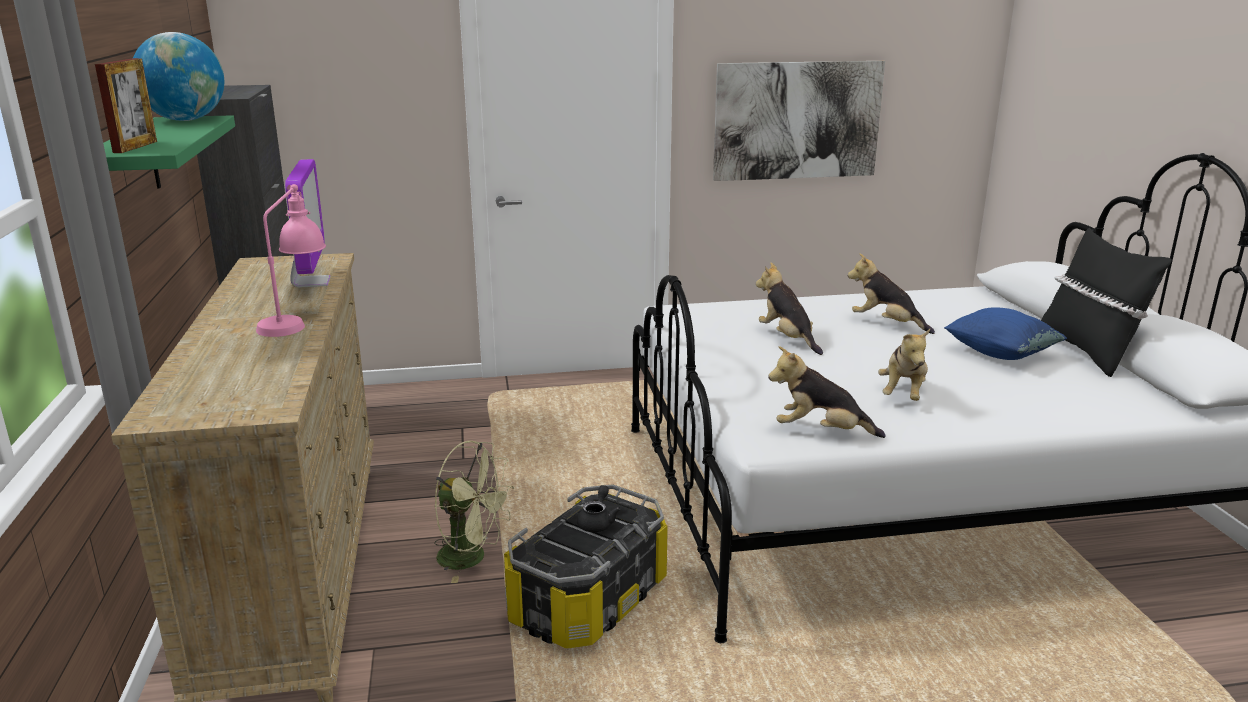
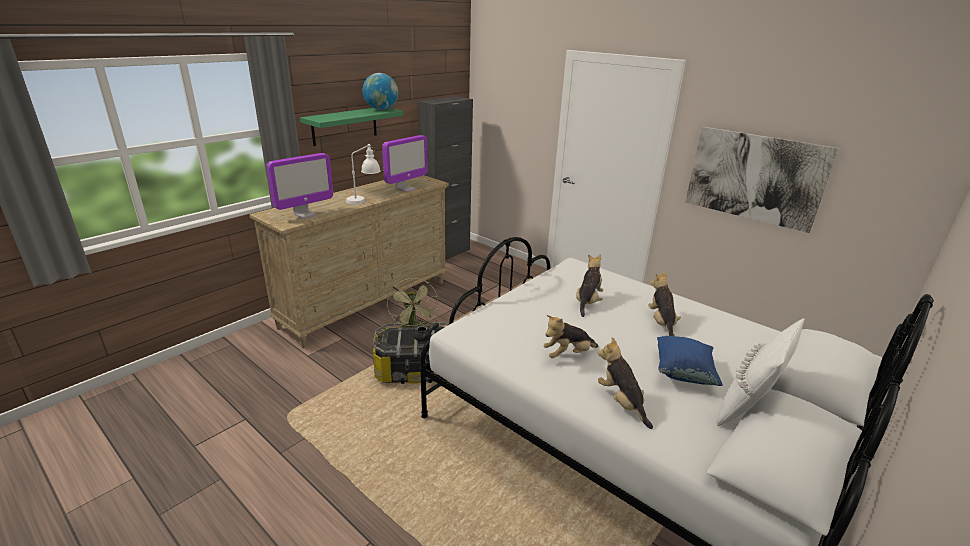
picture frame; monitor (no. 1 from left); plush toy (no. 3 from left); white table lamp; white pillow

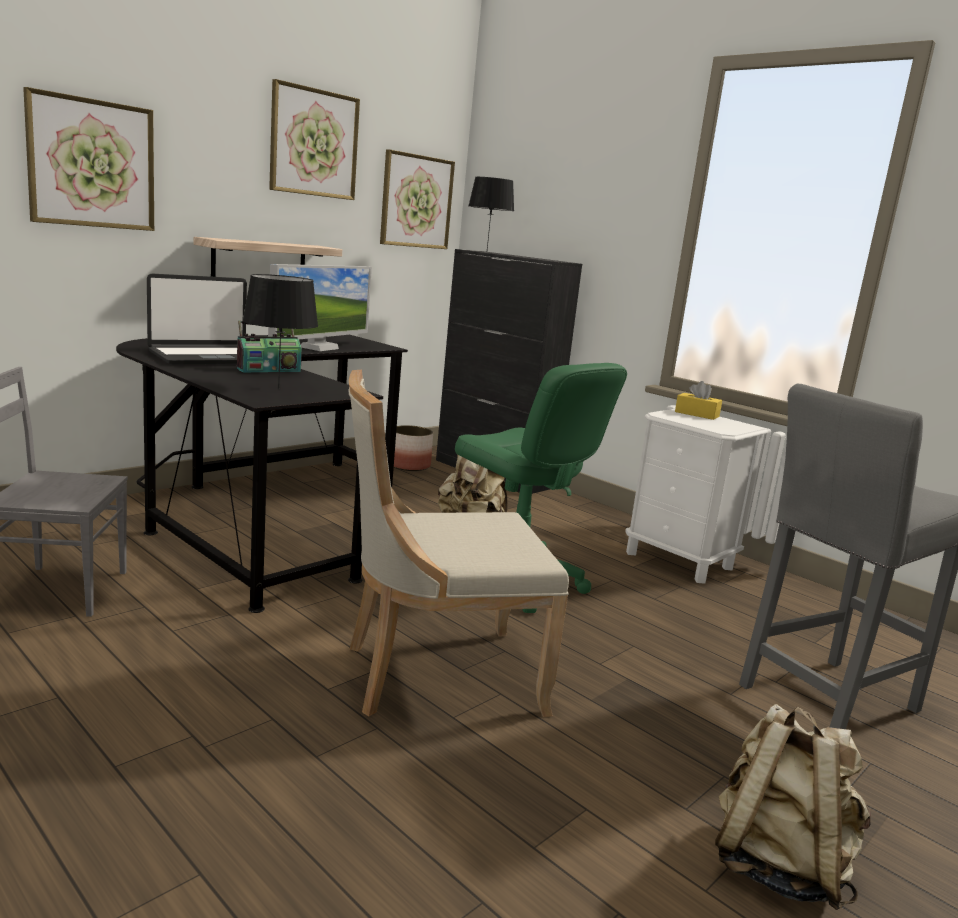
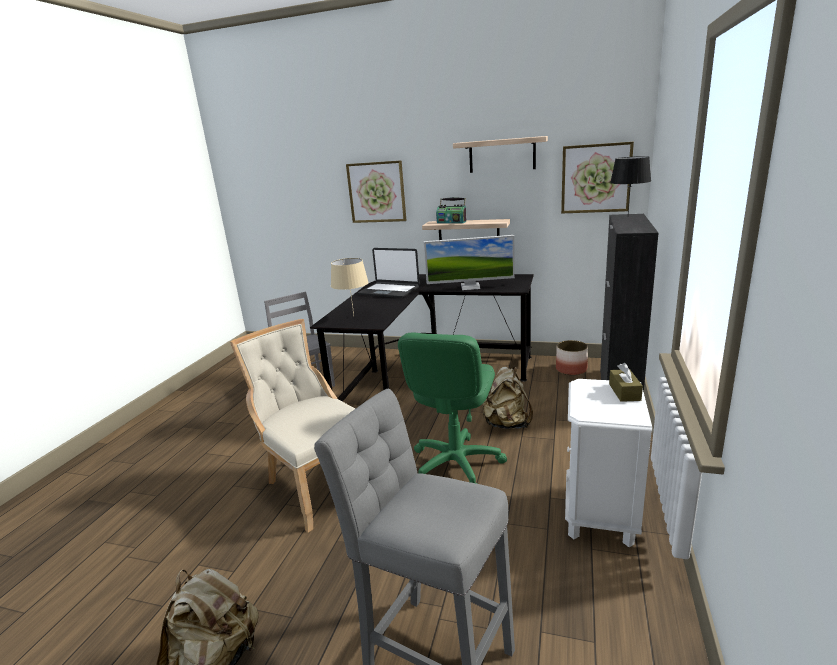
radio; shelf (no. 2 from left); beige table lamp; brown tissue box

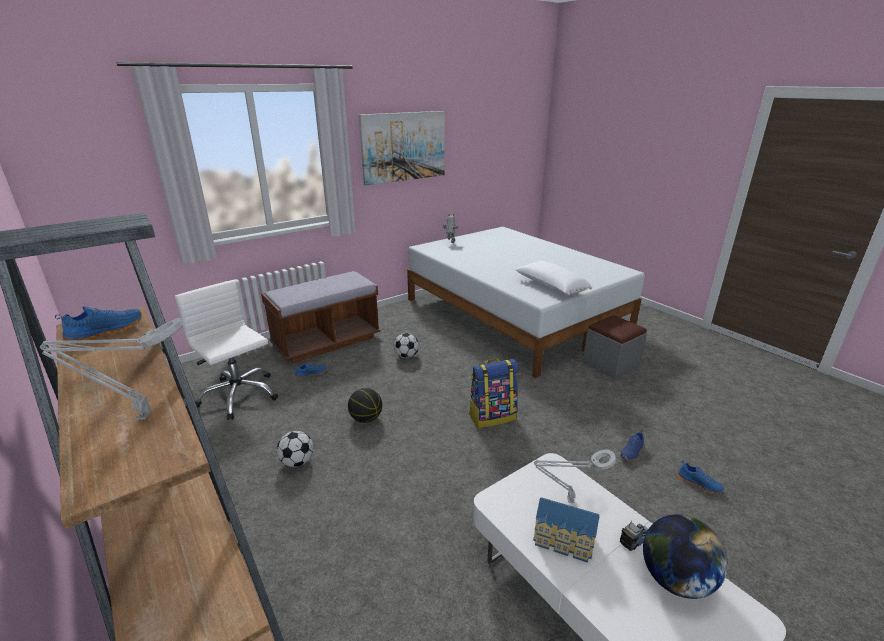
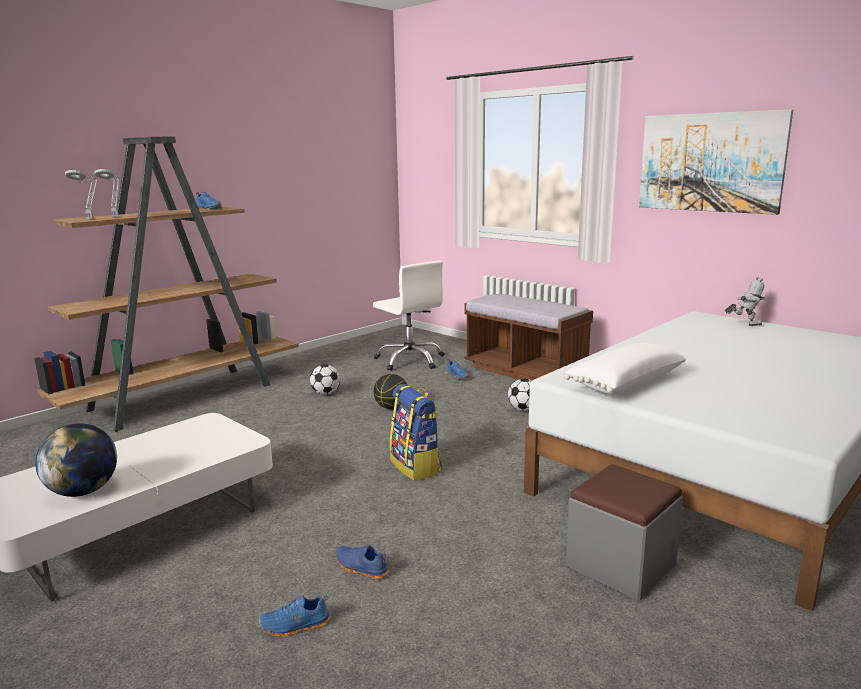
toy house; toy truck; grey table lamp (no. 1 from left); white office chair; blue shoe (no. 2 from left)

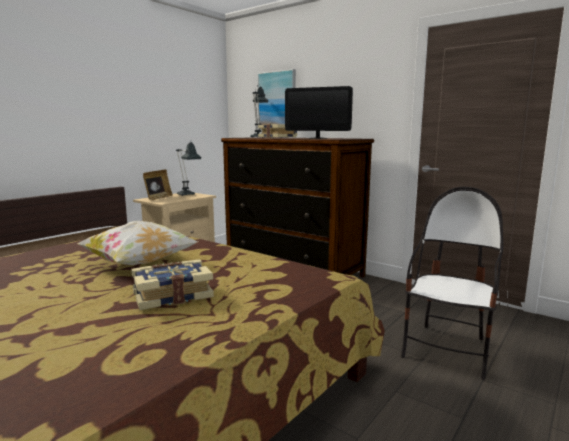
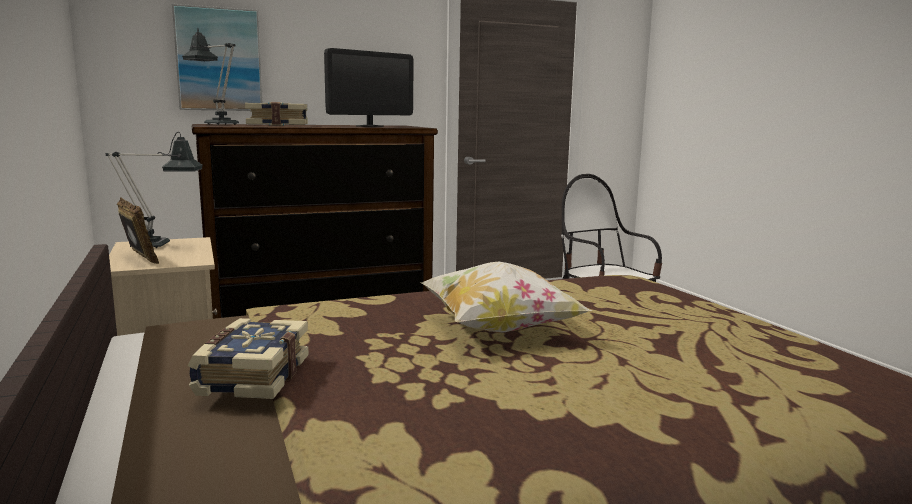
book (no. 1 from left)

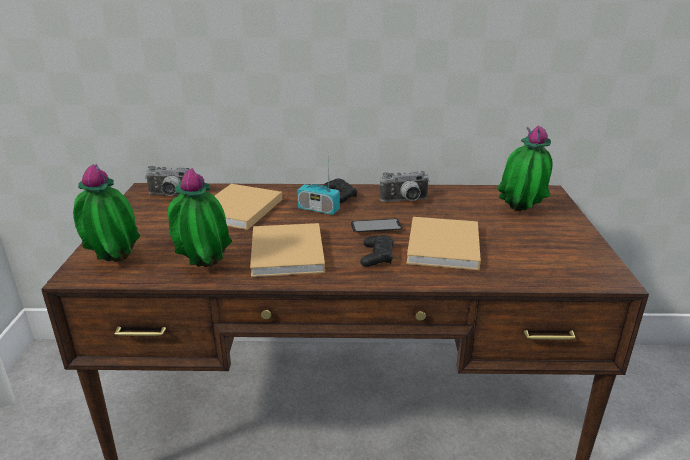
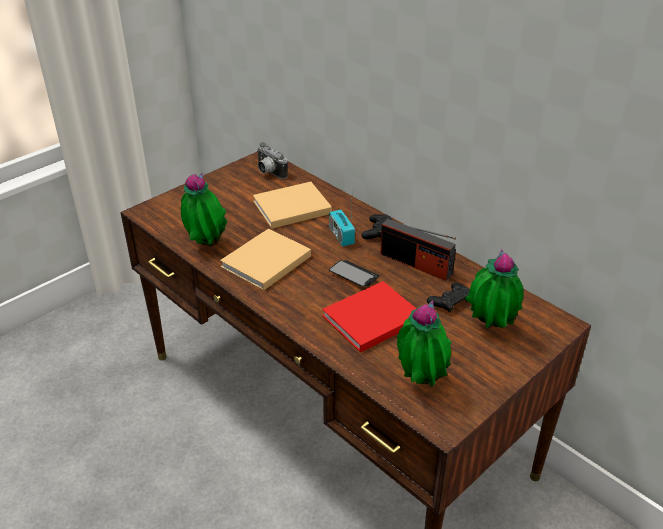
potted plant (no. 2 from left); black game controller (no. 2 from left); radio (no. 2 from left); red book

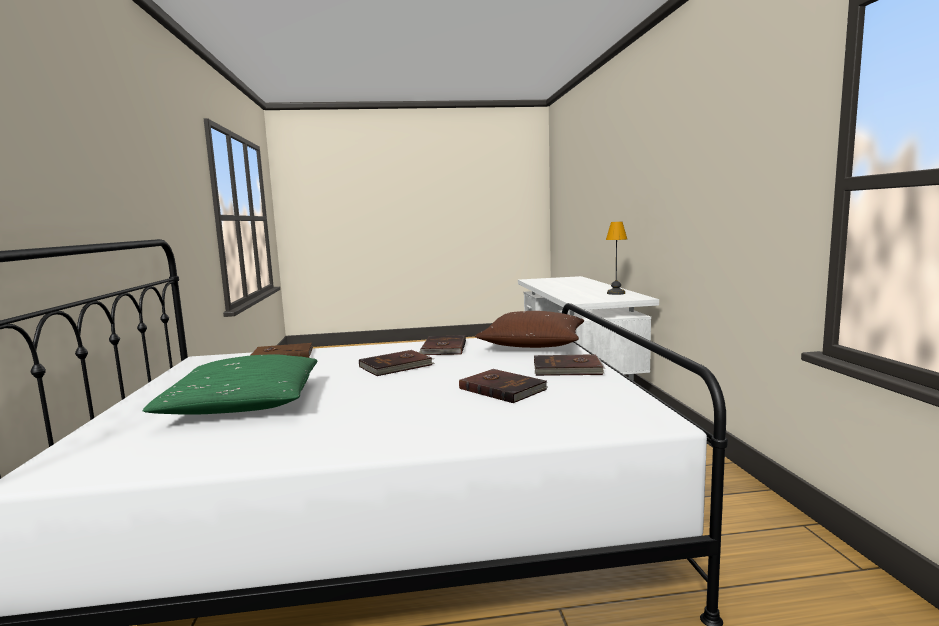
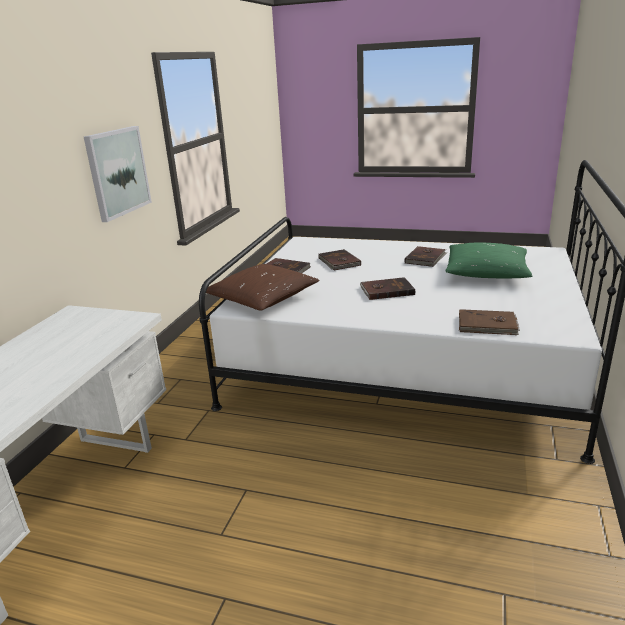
table lamp; picture; brown book (no. 4 from left)

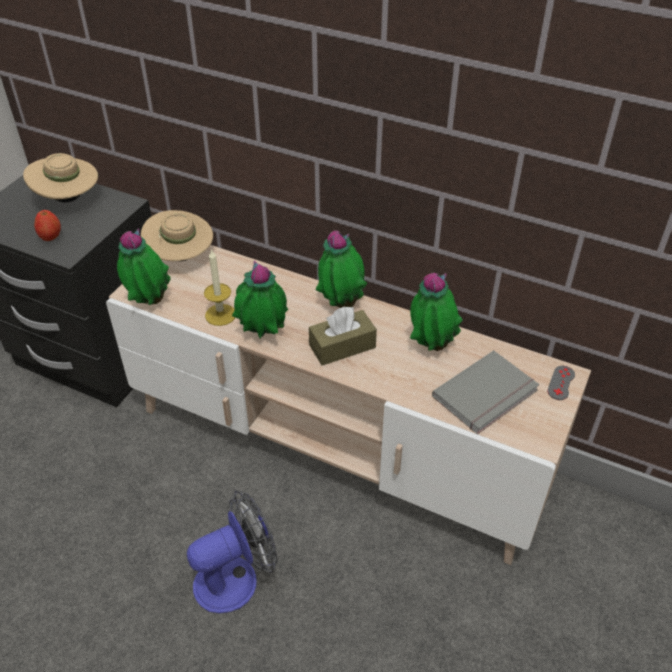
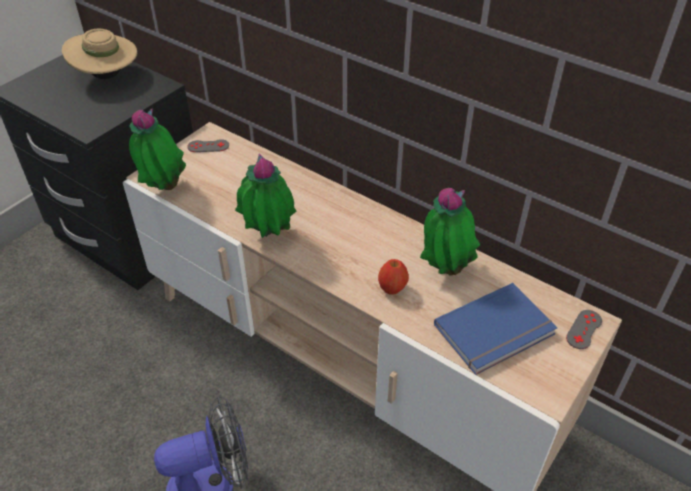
candle; brown tissue box; potted plant (no. 3 from left in the first image); apple; grey game controller (no. 1 from left); blue book

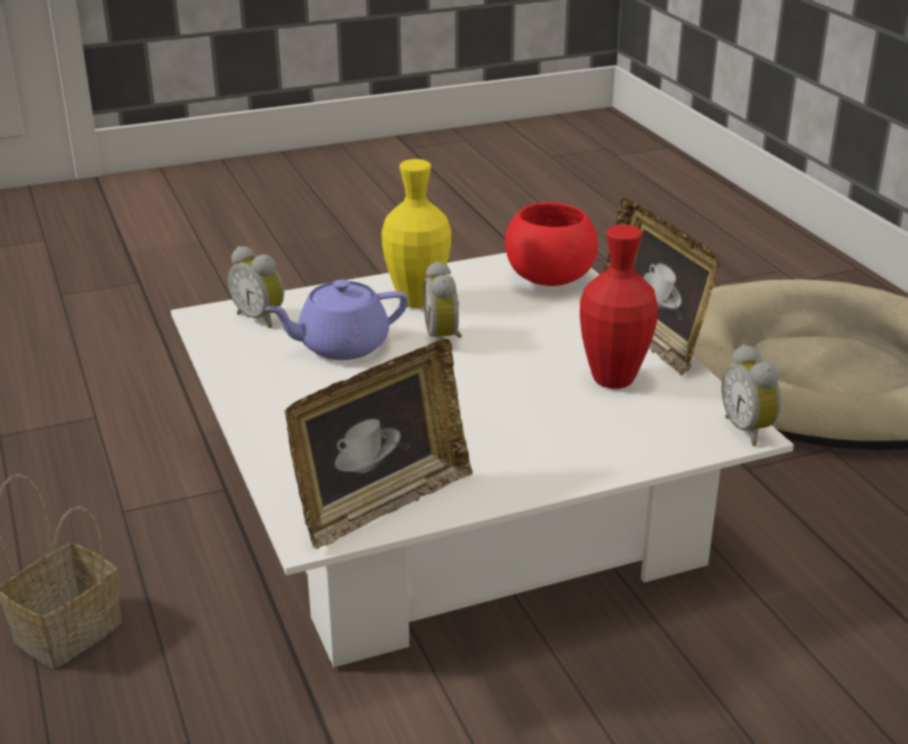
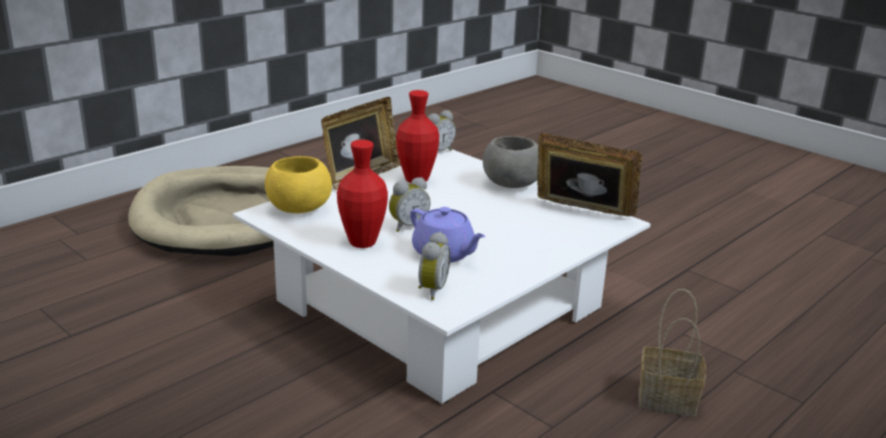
grey bowl; red vase (no. 1 from left); yellow bowl

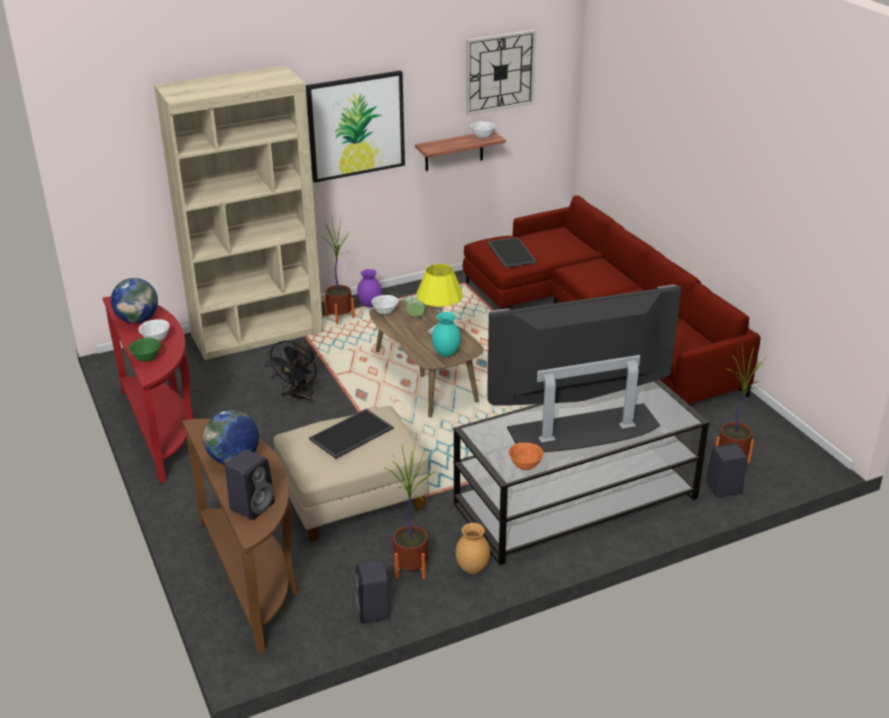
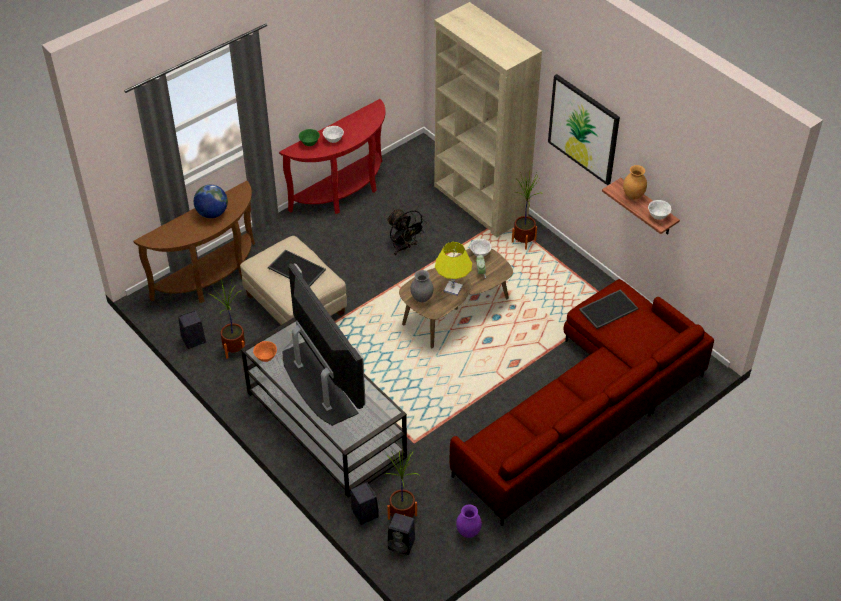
globe (no. 1 from left in the first image); wall clock; black speaker (no. 3 from left); purple vase; brown vase; grey vase; black fan

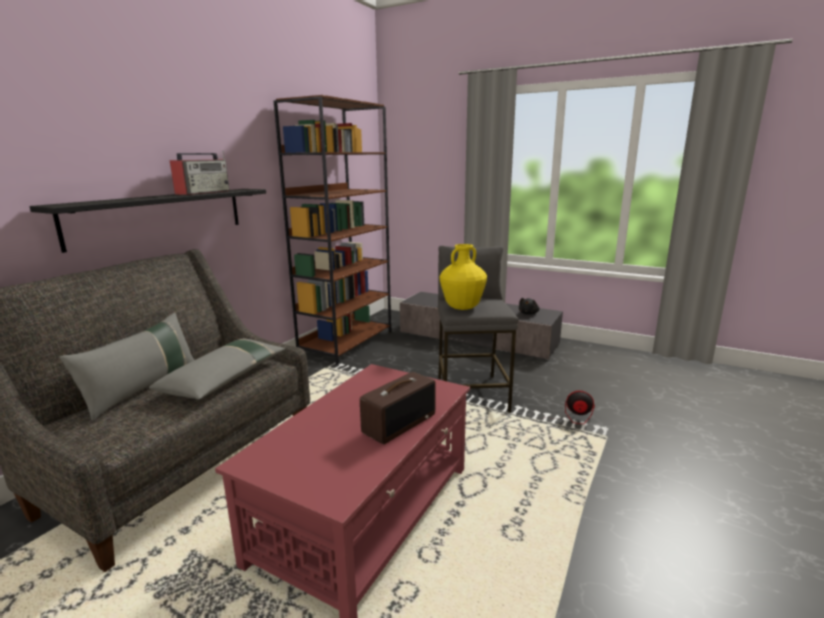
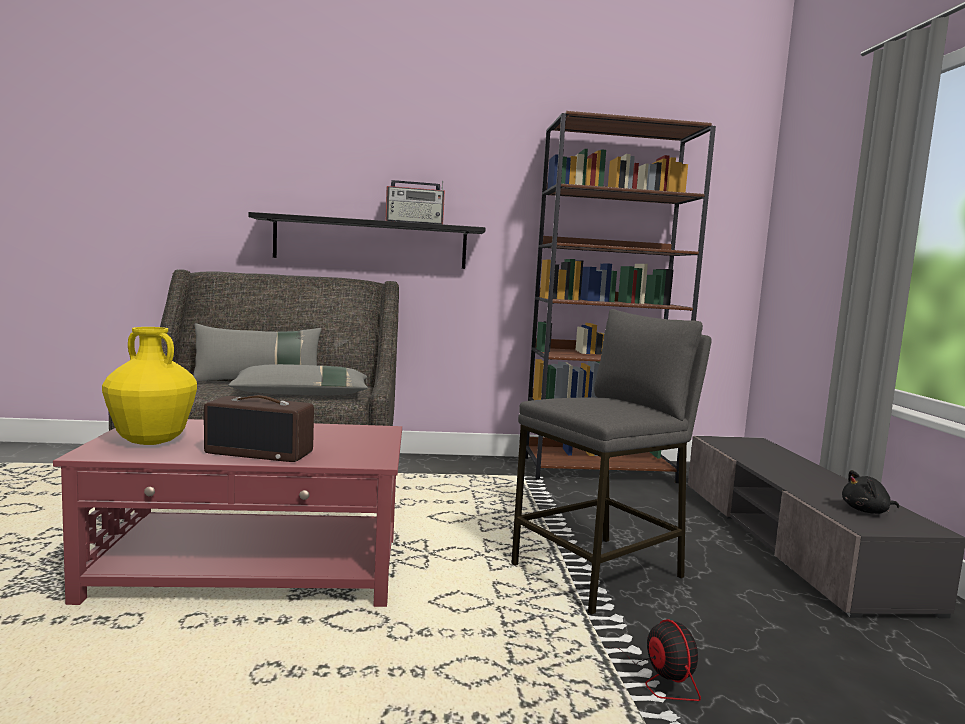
yellow vase

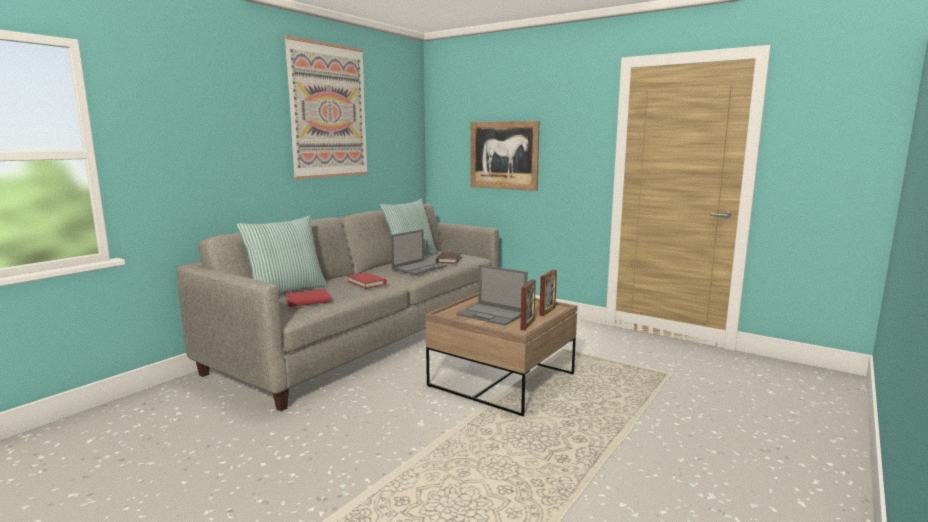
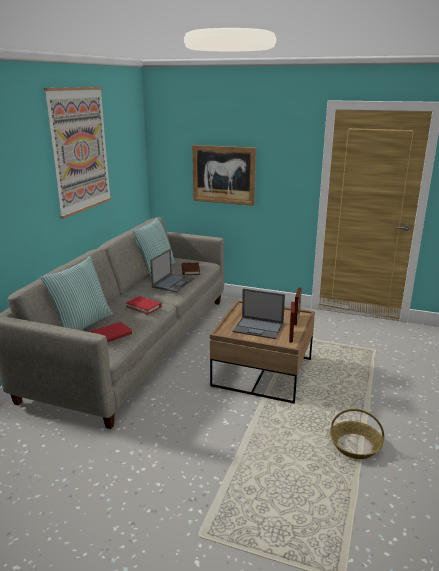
basket

